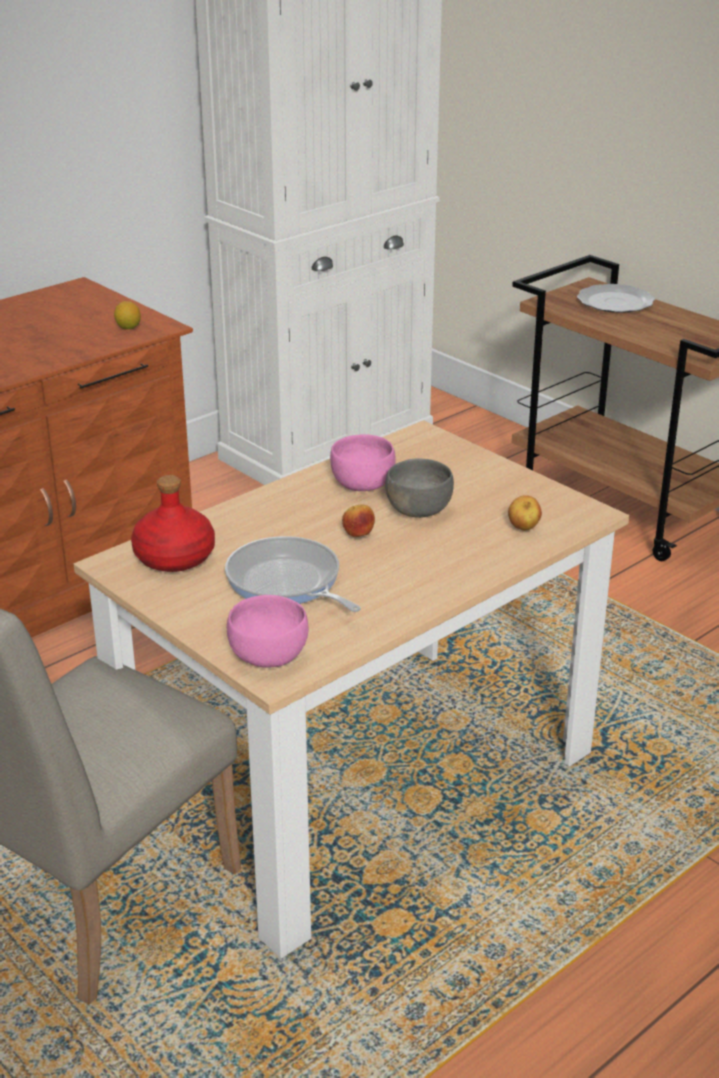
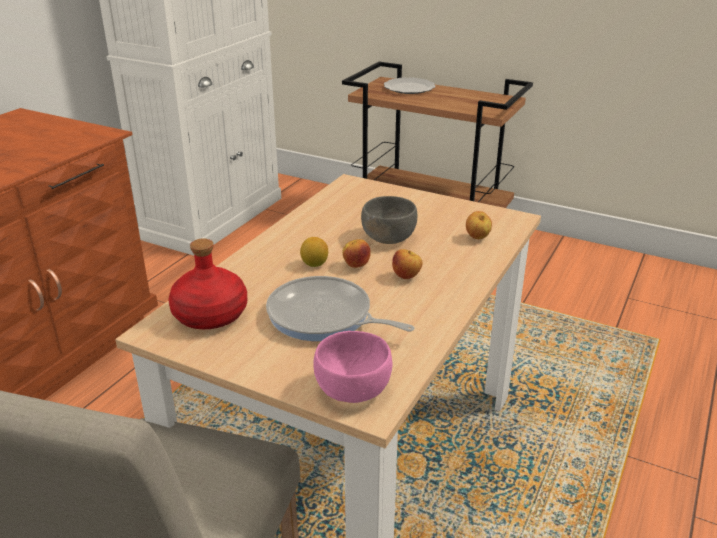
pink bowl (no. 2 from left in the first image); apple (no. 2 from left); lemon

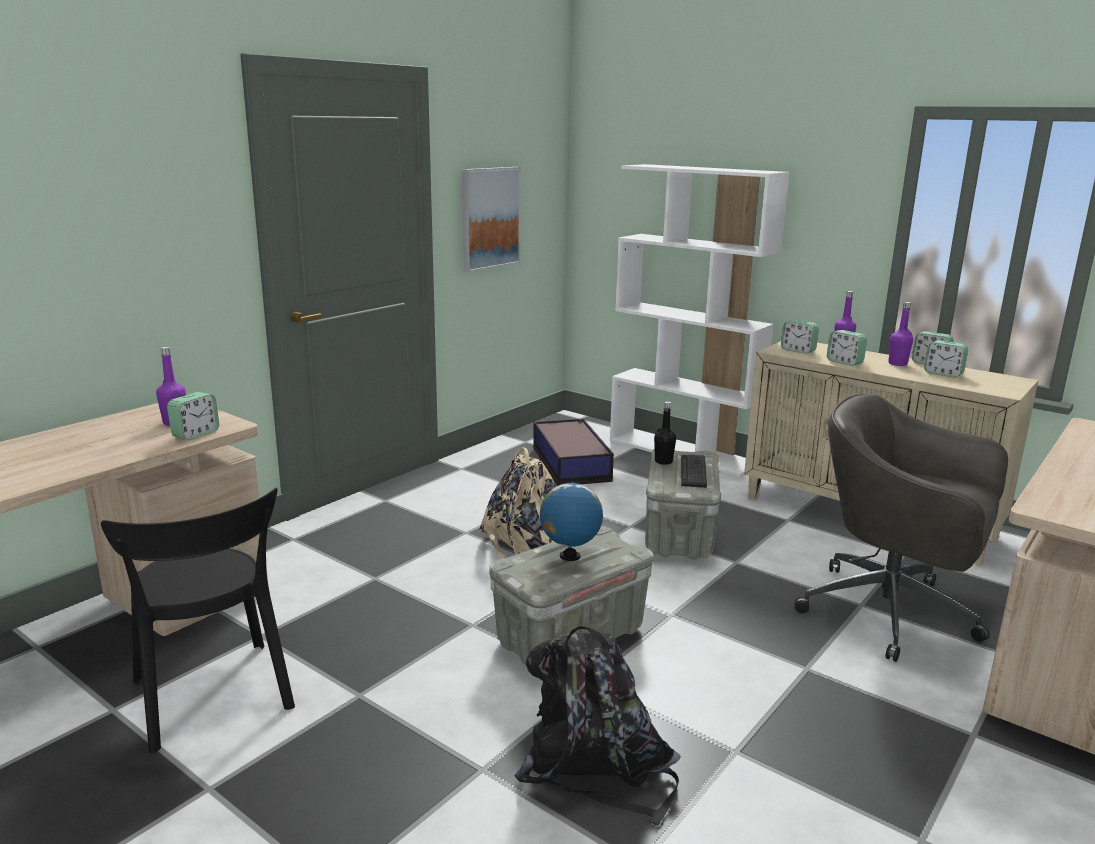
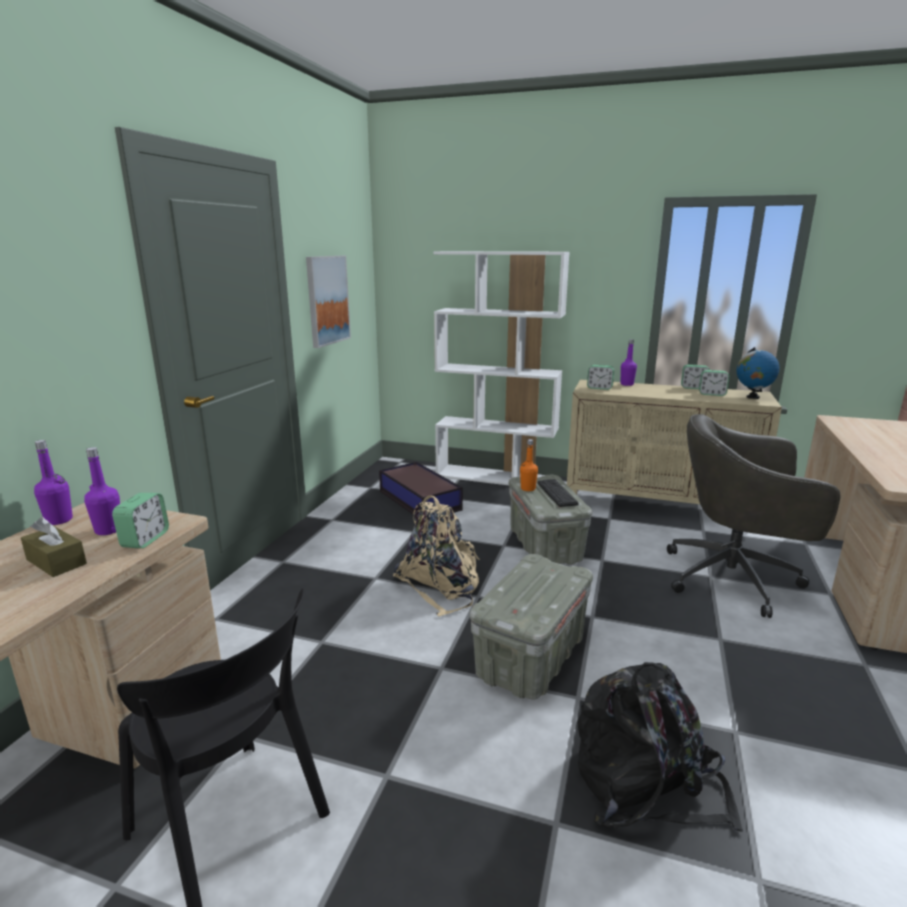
alarm clock (no. 3 from left in the first image); brown tissue box; globe; purple bottle (no. 1 from left); orange bottle

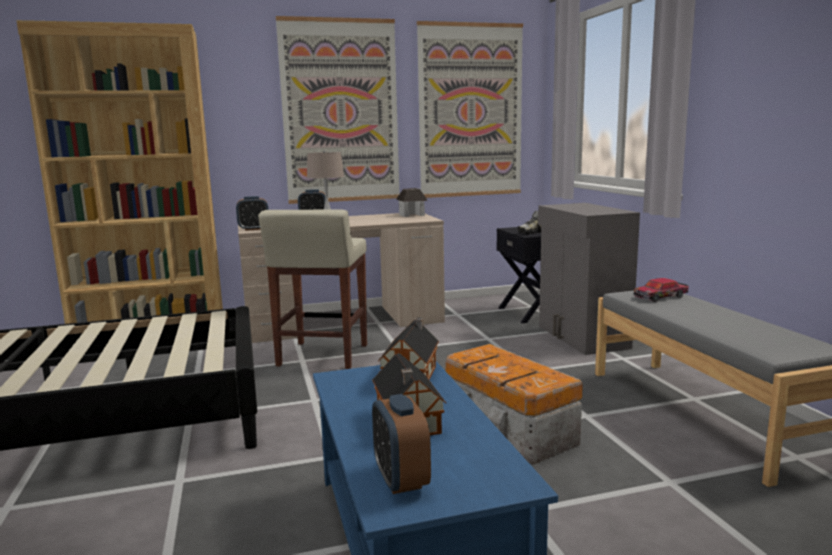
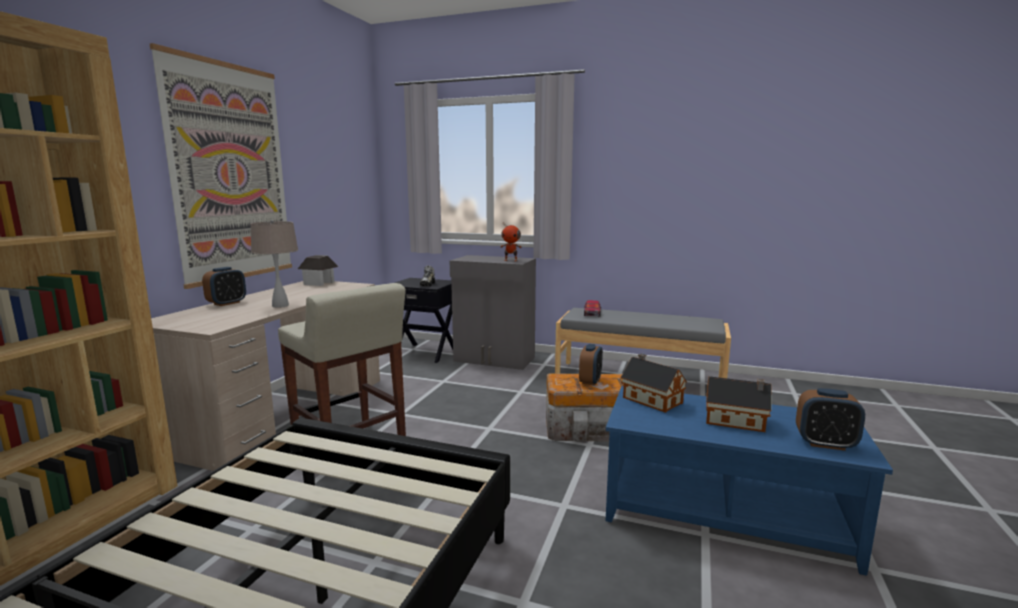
picture (no. 2 from left in the first image); toy robot; alarm clock (no. 2 from left)

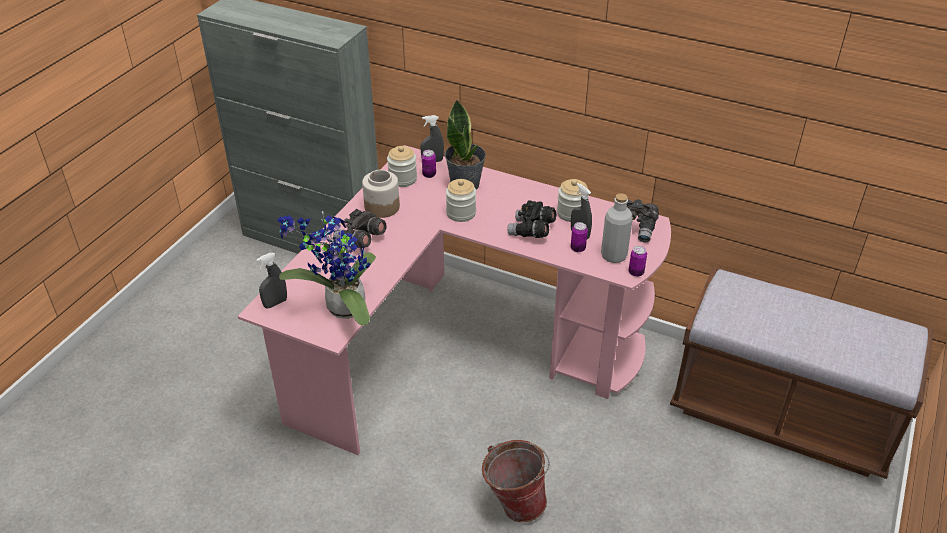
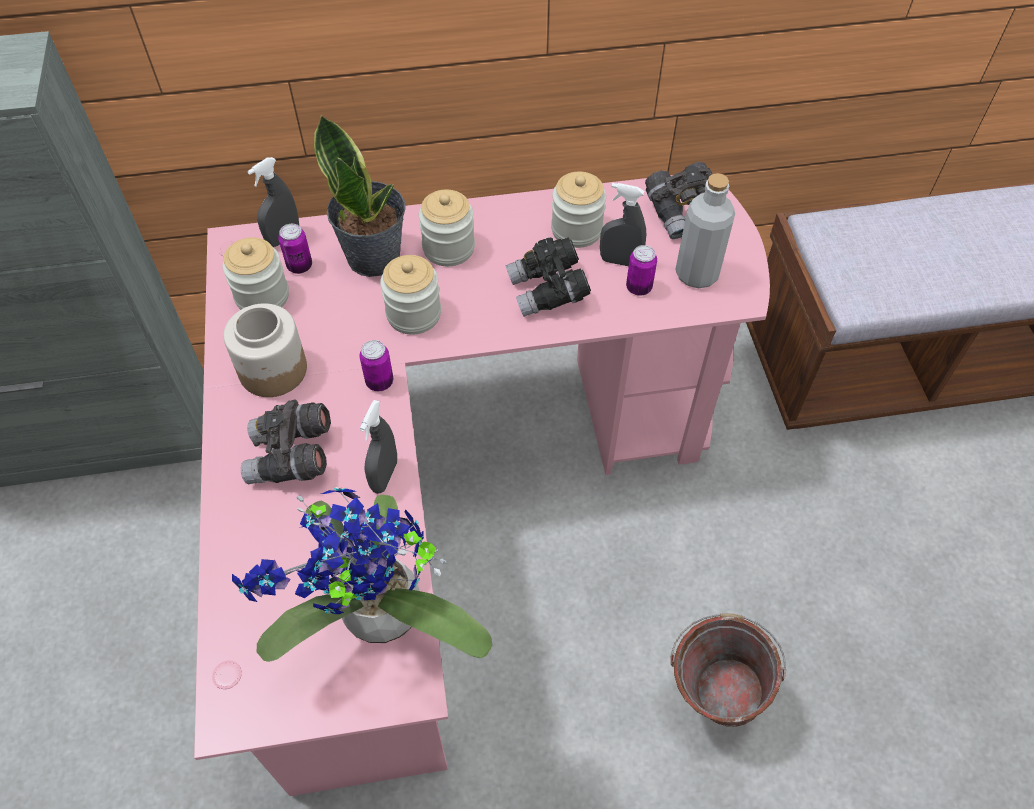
jar (no. 4 from left); grey spray bottle (no. 2 from left); can (no. 2 from left)

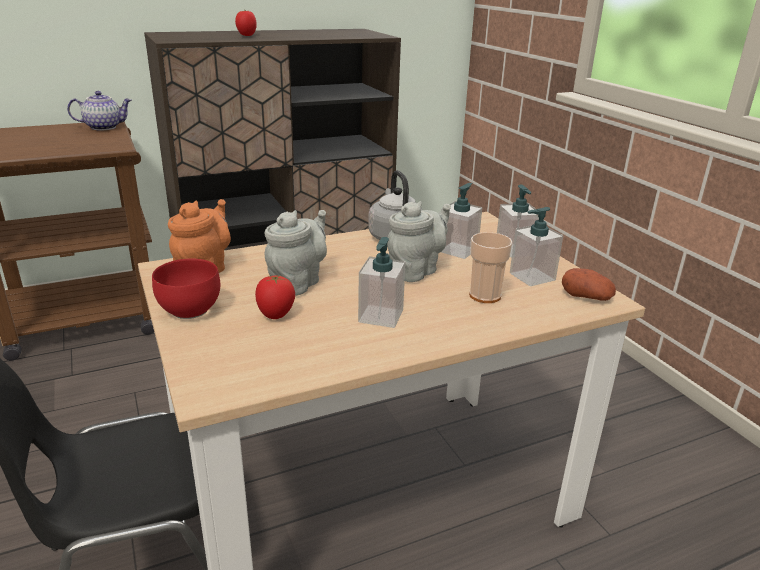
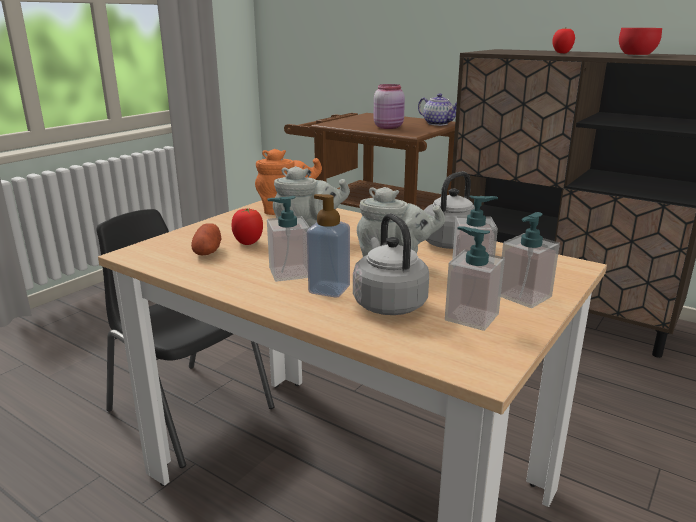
soap dispenser (no. 2 from left); pink jar; red bowl; potato; grey kettle (no. 1 from left)

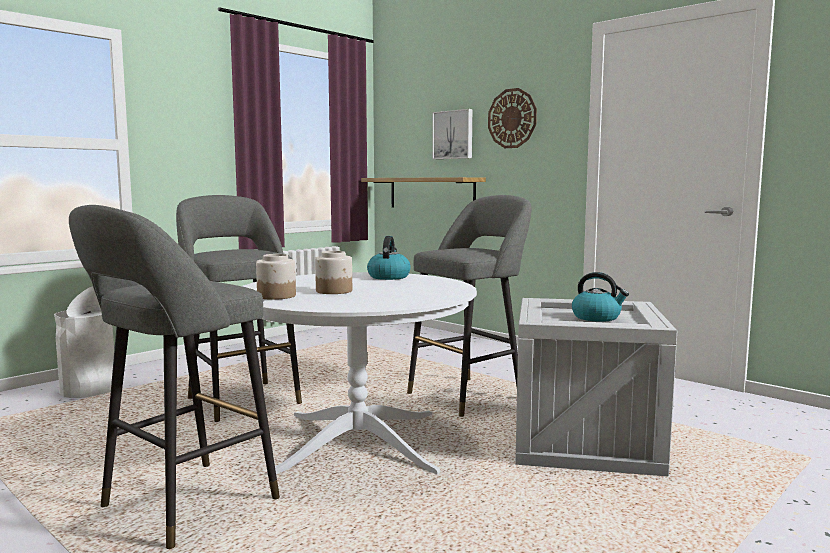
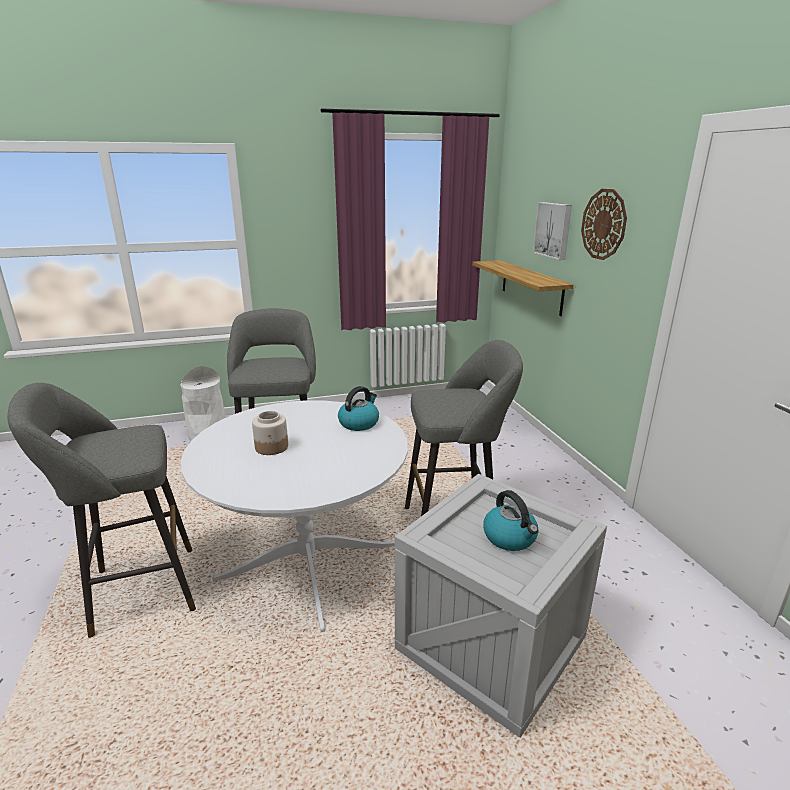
jar (no. 1 from left in the first image)

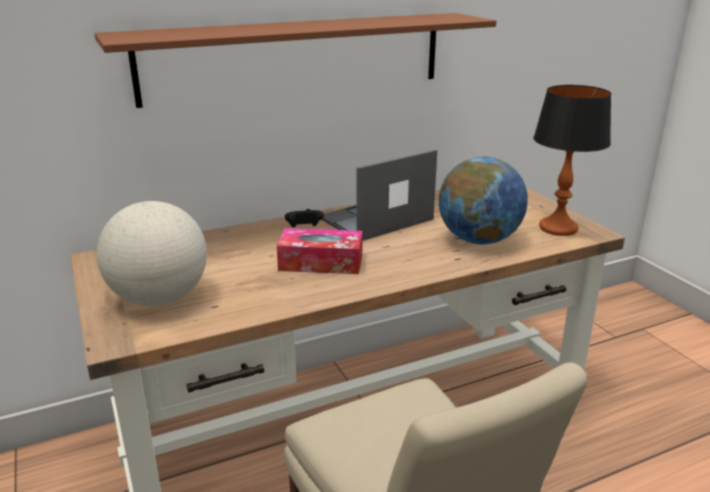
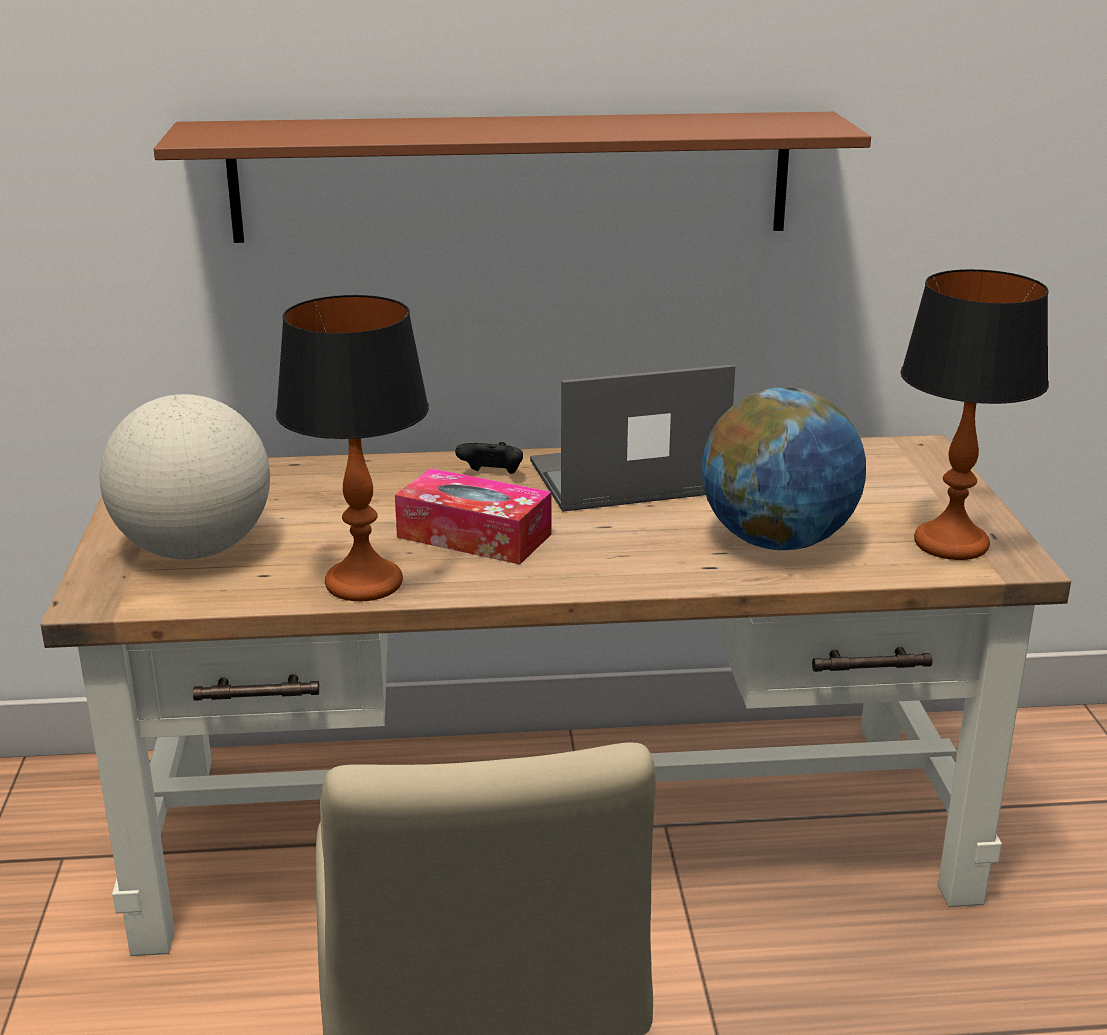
table lamp (no. 1 from left)

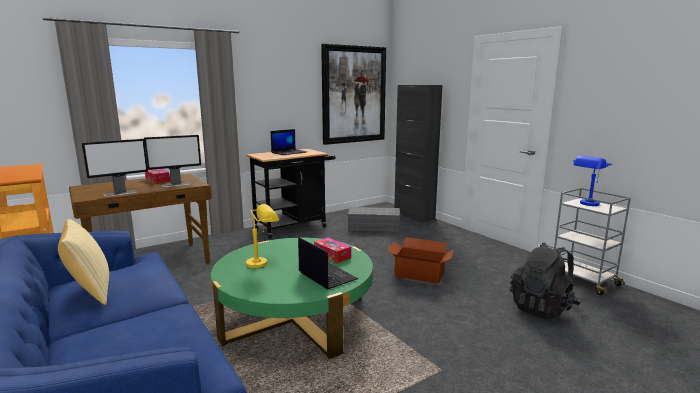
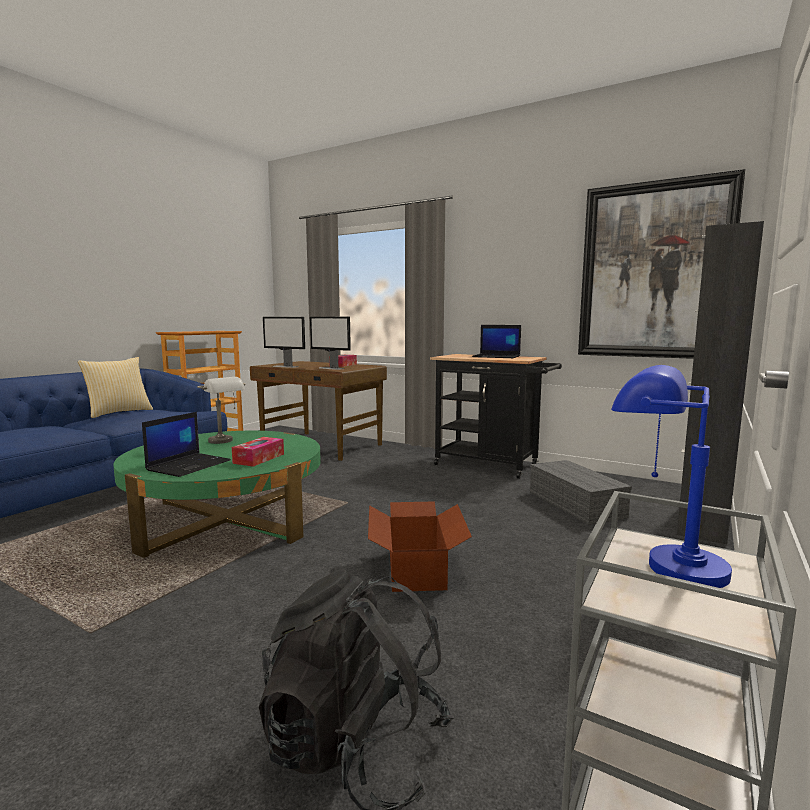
grey table lamp

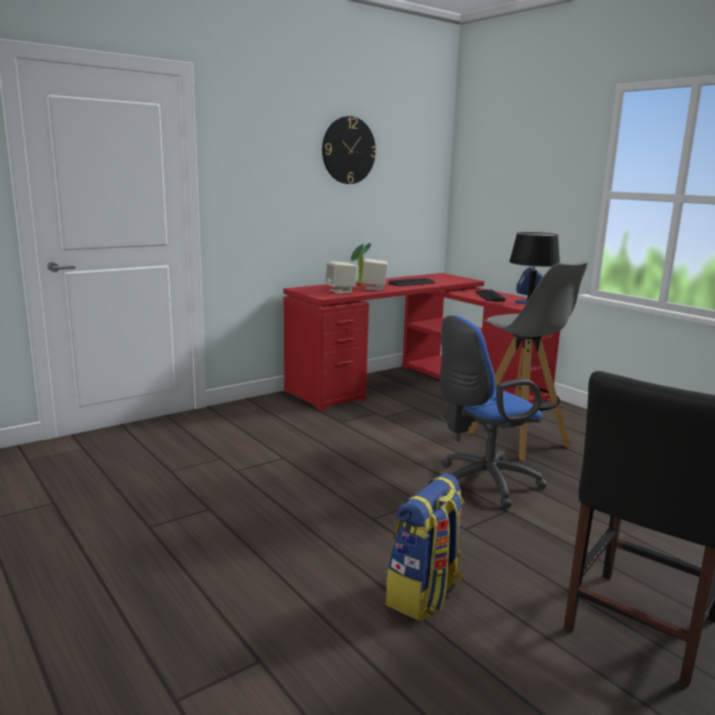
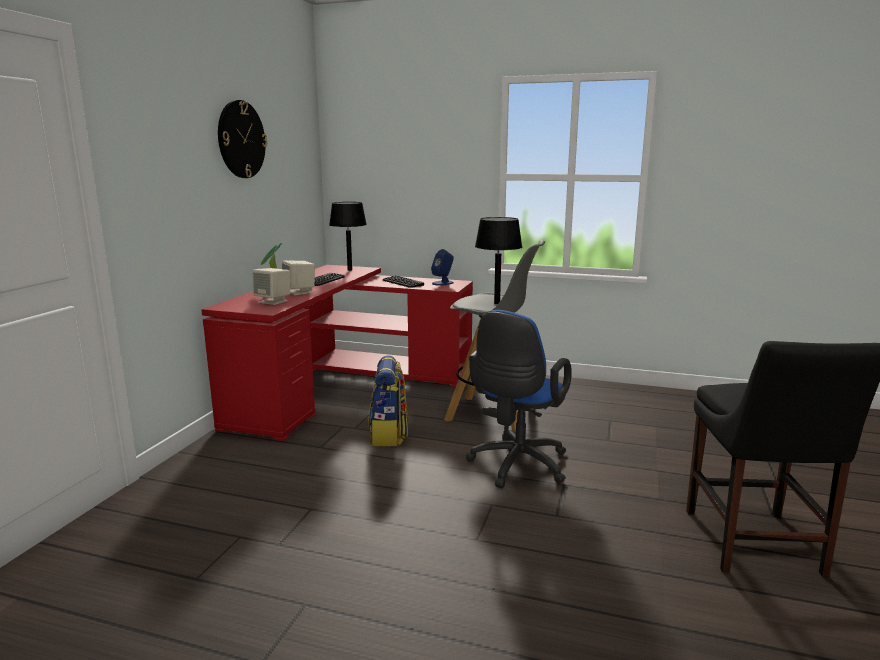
black table lamp (no. 1 from left); backpack

